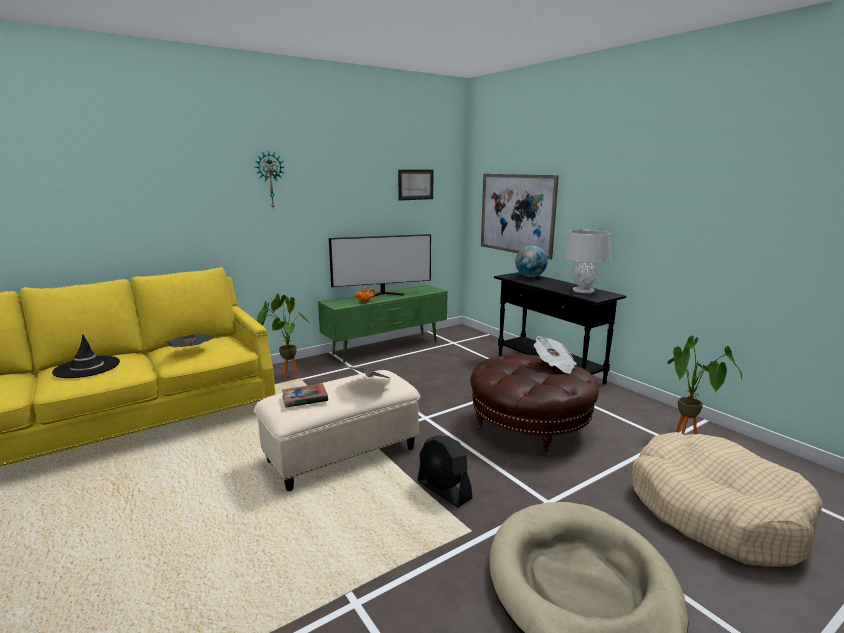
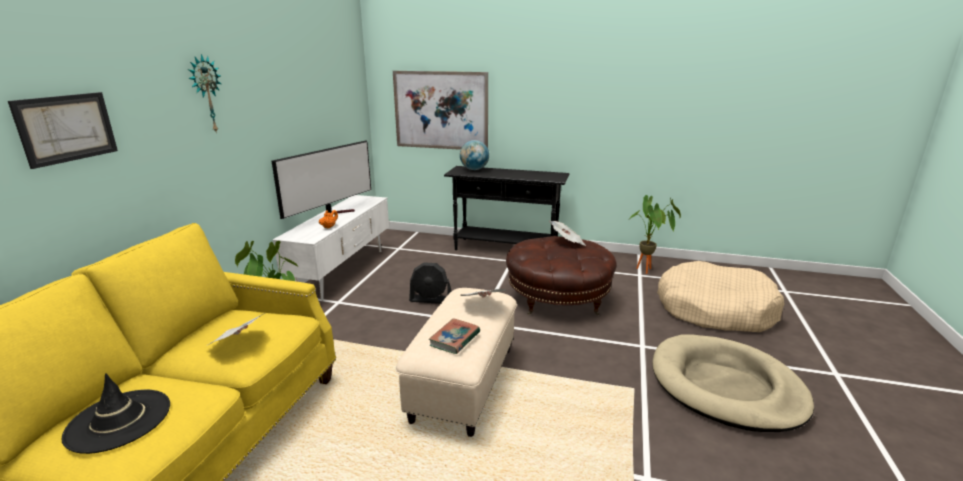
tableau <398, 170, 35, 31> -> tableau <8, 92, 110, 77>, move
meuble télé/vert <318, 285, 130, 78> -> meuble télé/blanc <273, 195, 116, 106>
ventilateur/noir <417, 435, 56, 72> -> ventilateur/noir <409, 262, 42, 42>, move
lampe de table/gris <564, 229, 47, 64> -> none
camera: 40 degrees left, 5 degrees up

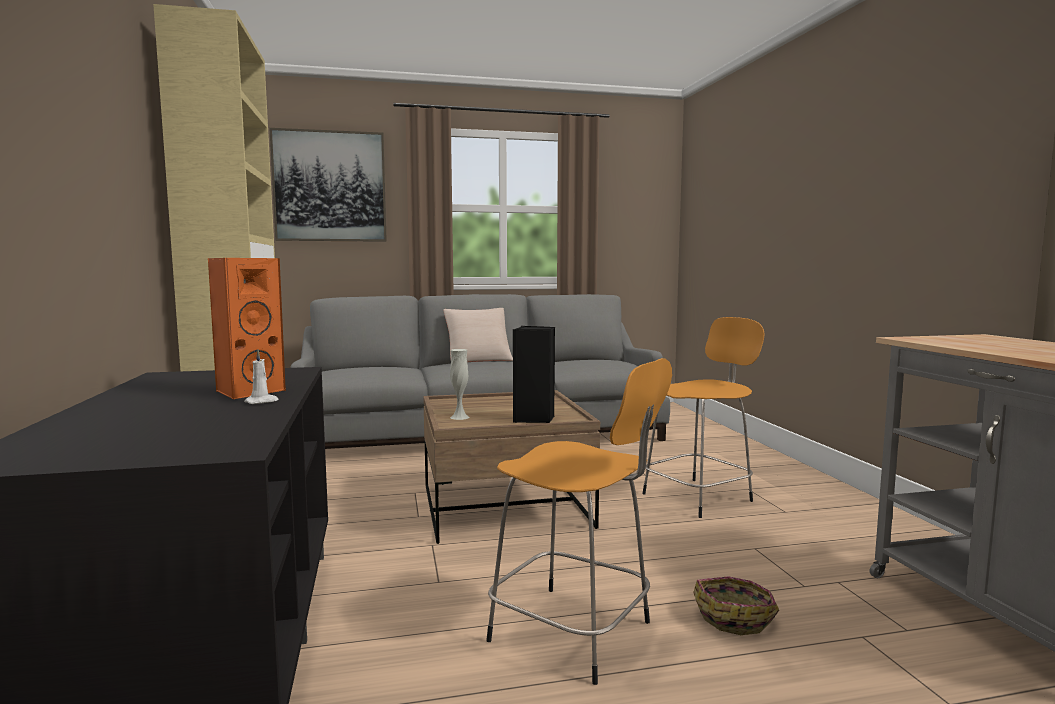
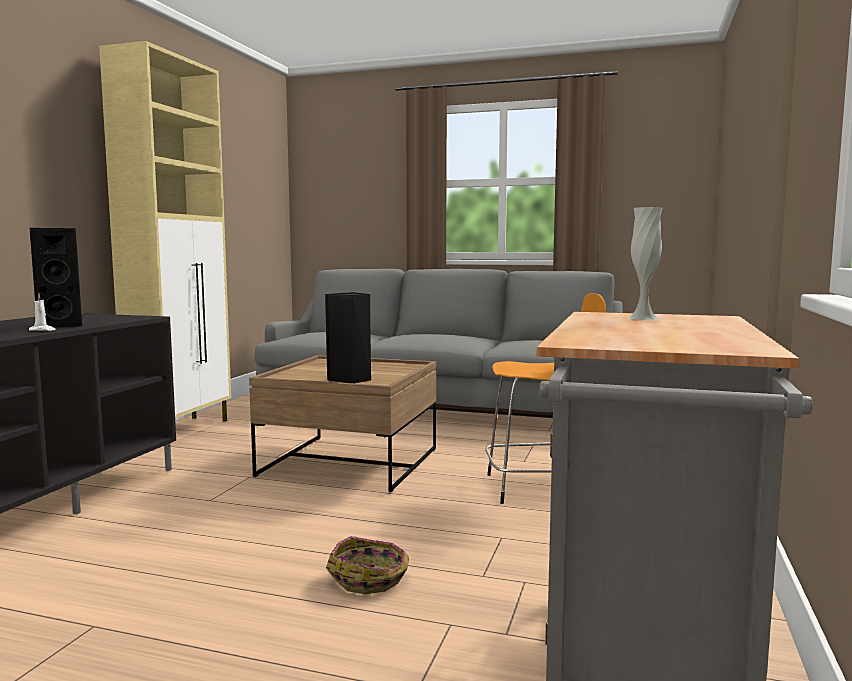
enceinte/orange <208, 258, 78, 142> -> enceinte/noir <30, 228, 52, 99>
vase/blanc <450, 349, 20, 71> -> vase/blanc <628, 207, 34, 113>, move
tableau <269, 128, 118, 114> -> none
coussin/beige <443, 308, 70, 54> -> none
tabouret/orange <486, 358, 186, 327> -> none
camera: 30 degrees right, 0 degrees up

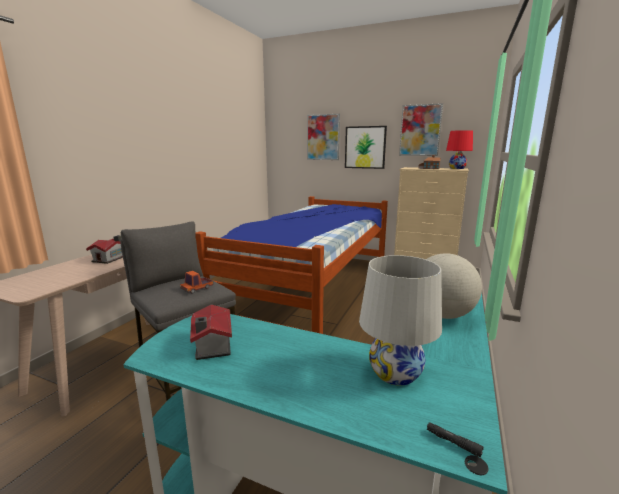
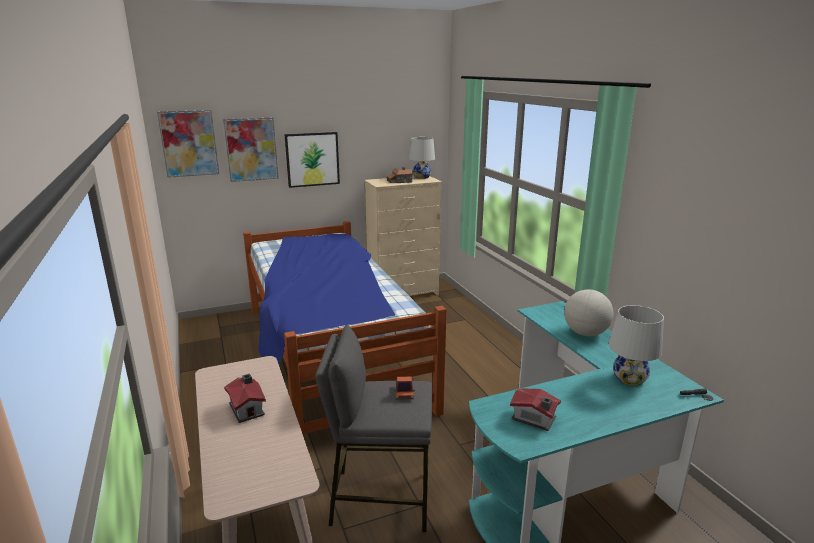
tableau <399, 103, 44, 53> -> tableau <157, 110, 62, 68>, move
lampe de table/rouge <446, 130, 27, 39> -> lampe de table/blanc <409, 137, 26, 42>
camera: 45 degrees left, 5 degrees up

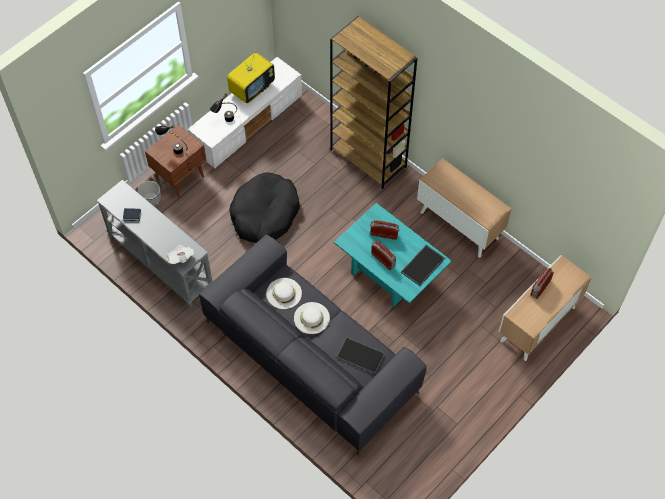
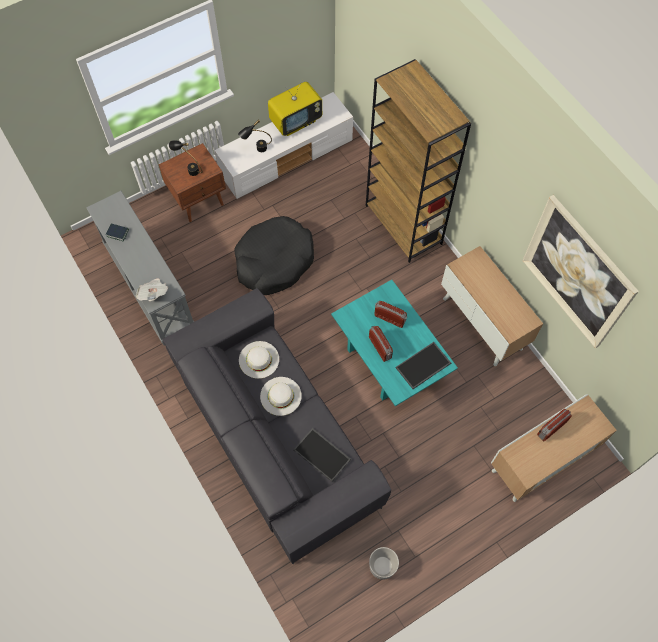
cache-pot <138, 181, 23, 26> -> cache-pot <369, 547, 30, 33>, move
none -> tableau <522, 195, 117, 153>
camera: 15 degrees right, 5 degrees up

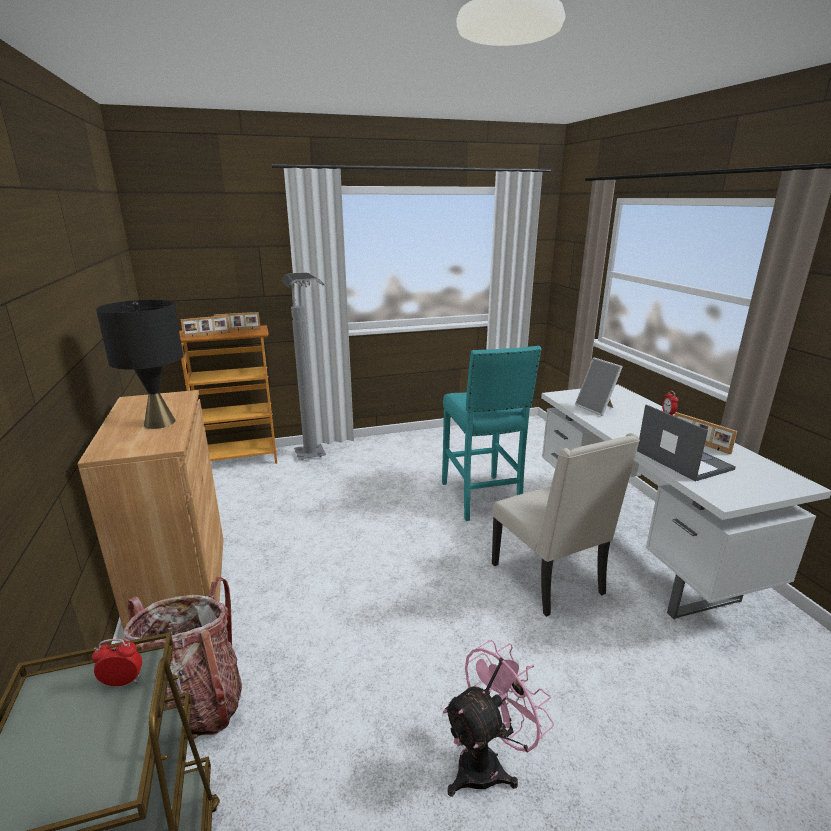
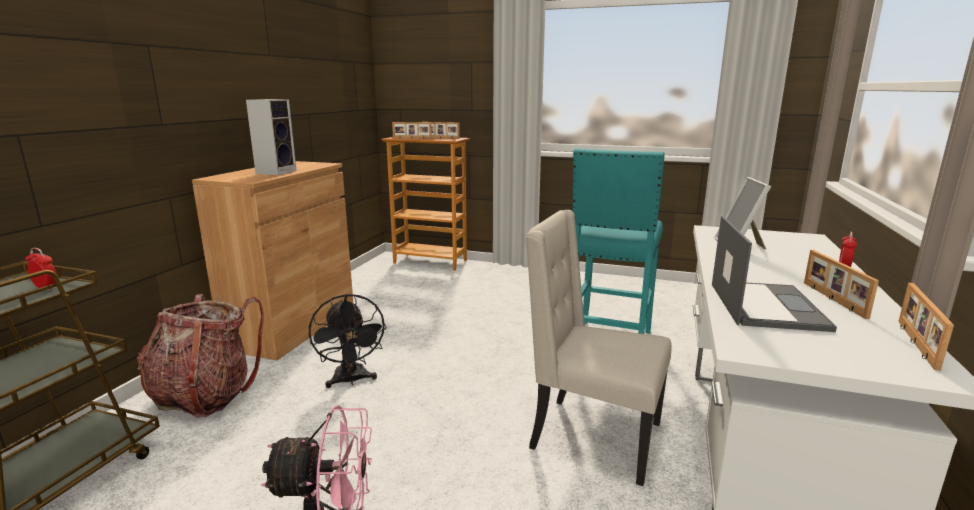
lampe de table/noir <96, 300, 87, 129> -> enceinte <246, 99, 51, 76>
none -> ventilateur/noir <309, 294, 78, 94>
chaise/beige <492, 433, 148, 184> -> chaise/beige <526, 210, 146, 276>, 105 degrees clockwise
none -> cadre photo <898, 283, 56, 88>
lampadaire/gris <282, 273, 44, 187> -> none
camera: 35 degrees right, 5 degrees down

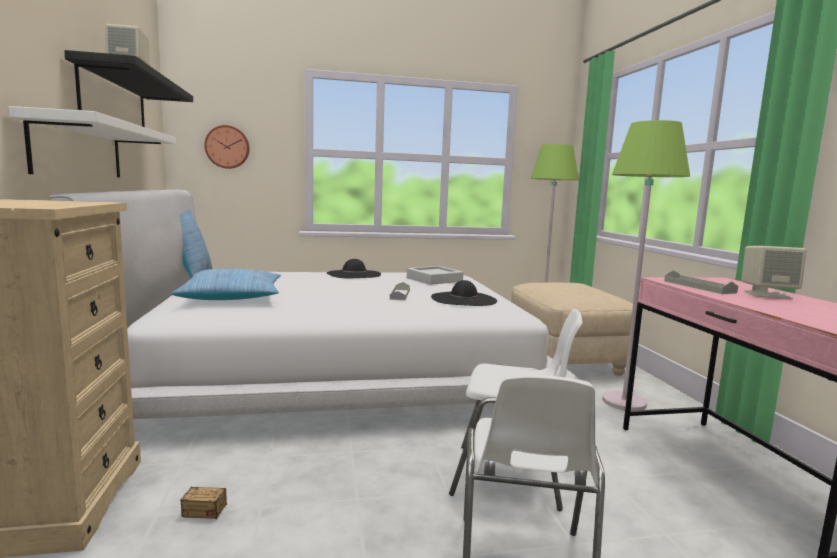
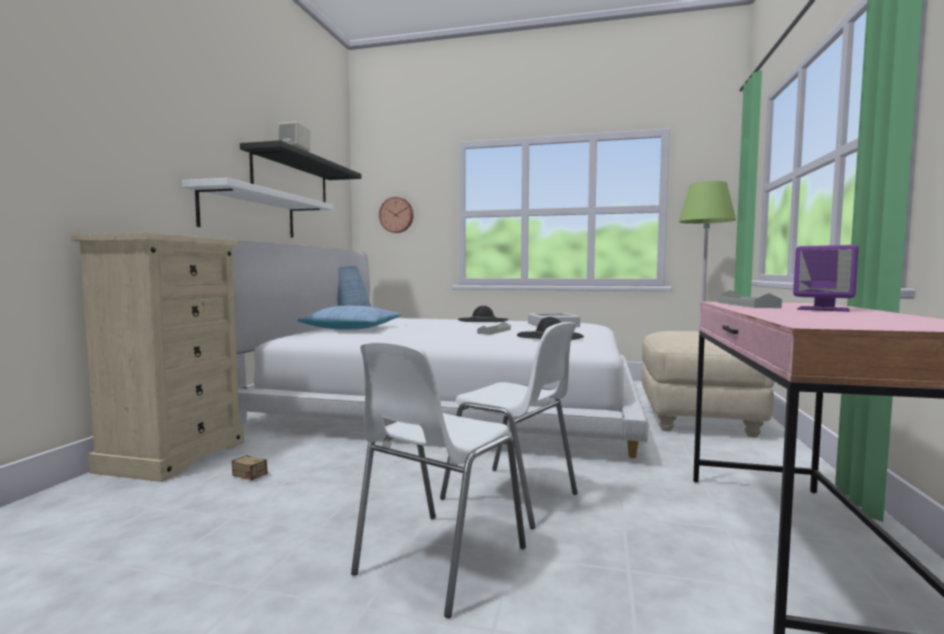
enceinte/beige <741, 246, 65, 53> -> enceinte/violet <793, 245, 66, 67>
lampadaire/vert <602, 120, 88, 291> -> none
camera: 25 degrees right, 5 degrees down

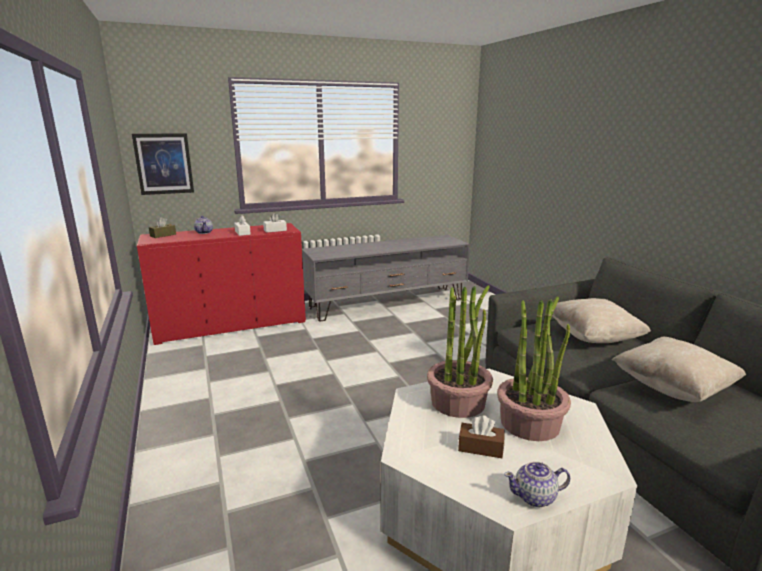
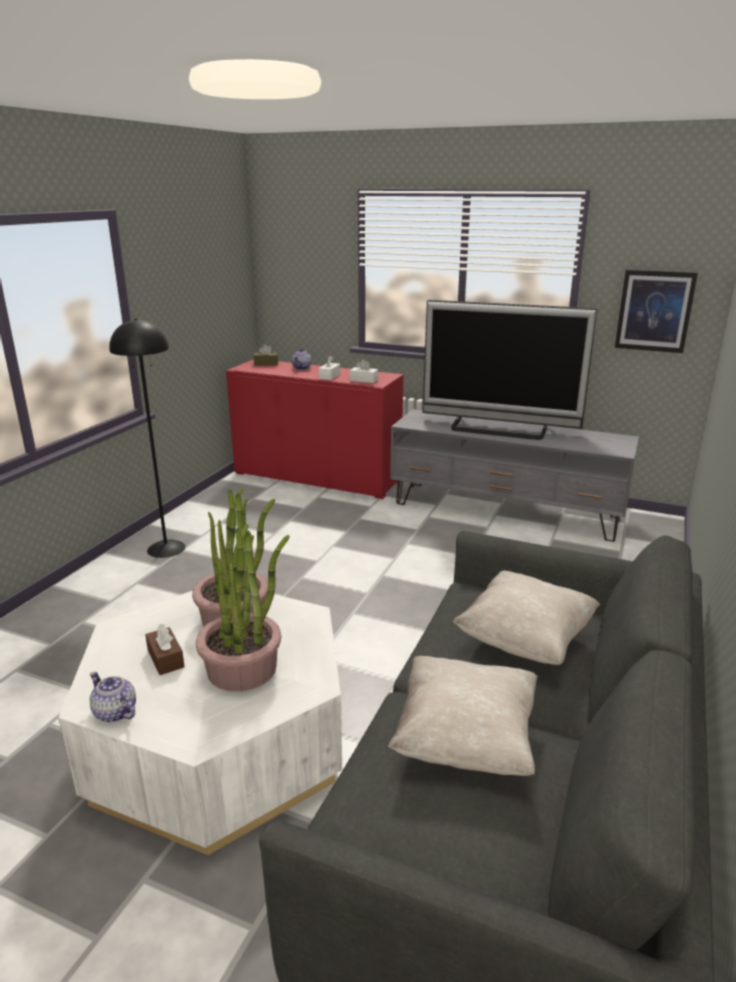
none -> lampadaire/noir <109, 318, 76, 240>
none -> téléviseur <422, 300, 175, 140>
tableau <132, 133, 62, 62> -> tableau <615, 270, 83, 83>, move
camera: 45 degrees right, 5 degrees up

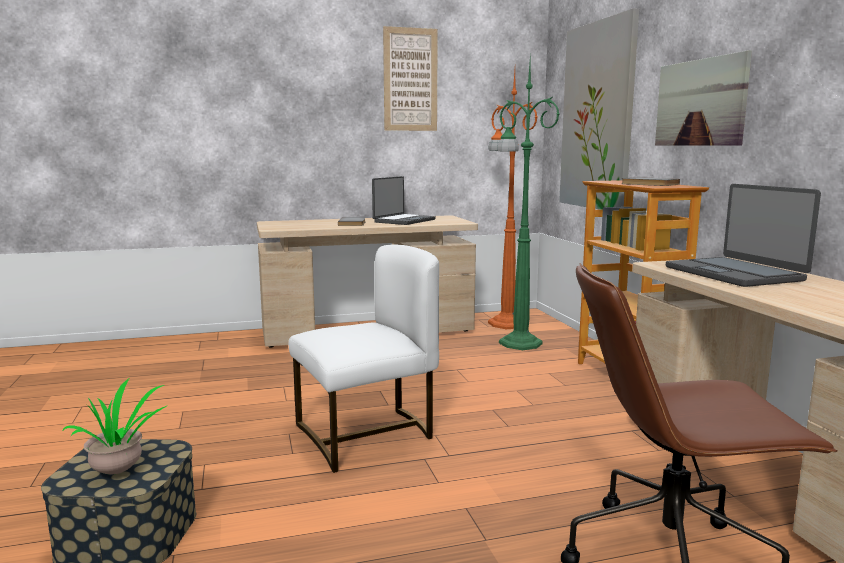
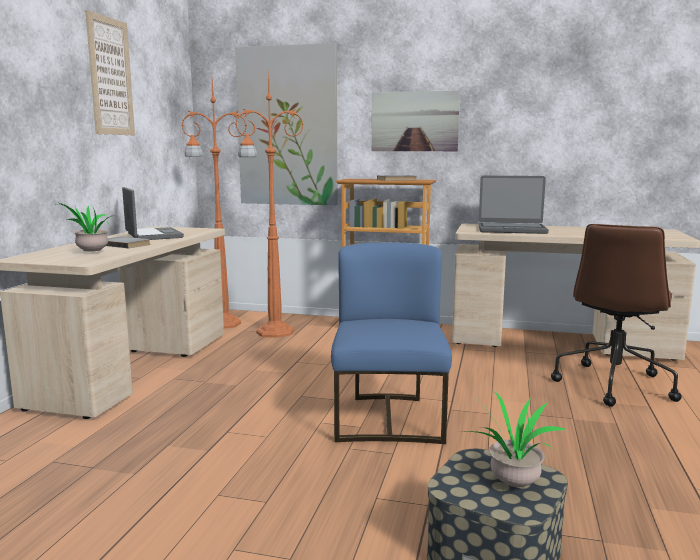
none -> plante en pot <55, 203, 56, 48>
lampadaire/vert <497, 62, 63, 288> -> lampadaire/orange <235, 70, 69, 268>
chaise/blanc <289, 244, 150, 229> -> chaise/bleu <331, 243, 121, 201>
camera: 60 degrees left, 0 degrees up

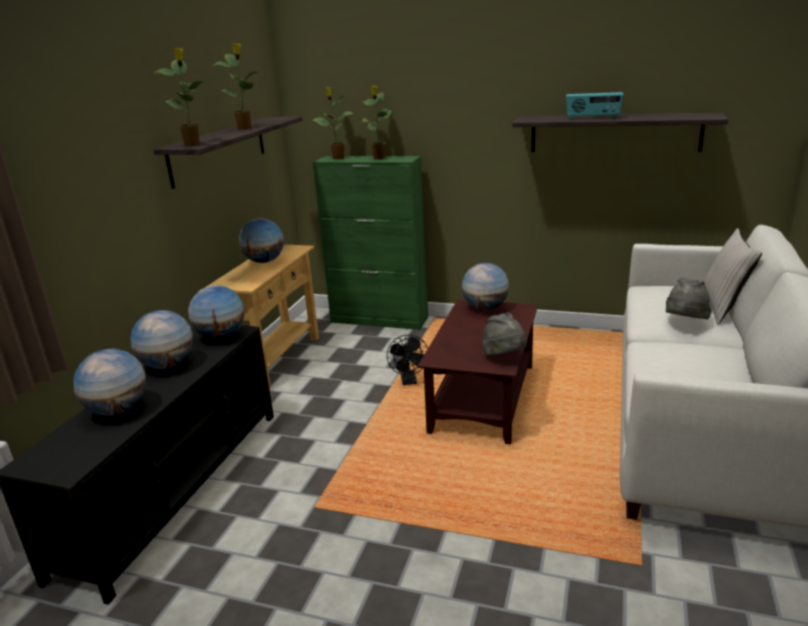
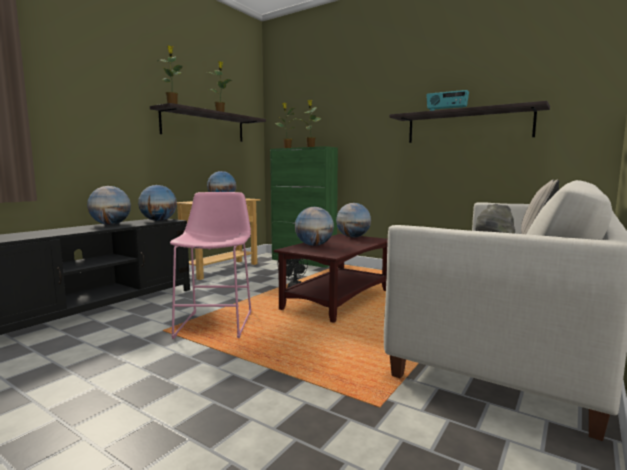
none -> tabouret/rose <170, 192, 81, 147>
globe <73, 349, 73, 67> -> globe <295, 207, 39, 39>, move
chapeau/gris <483, 312, 44, 44> -> none
camera: 15 degrees right, 15 degrees down

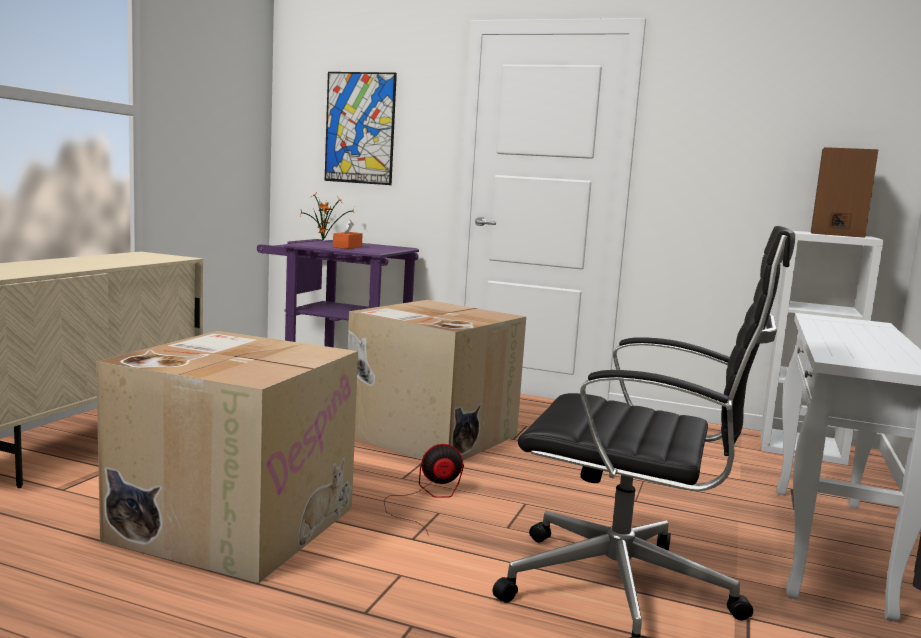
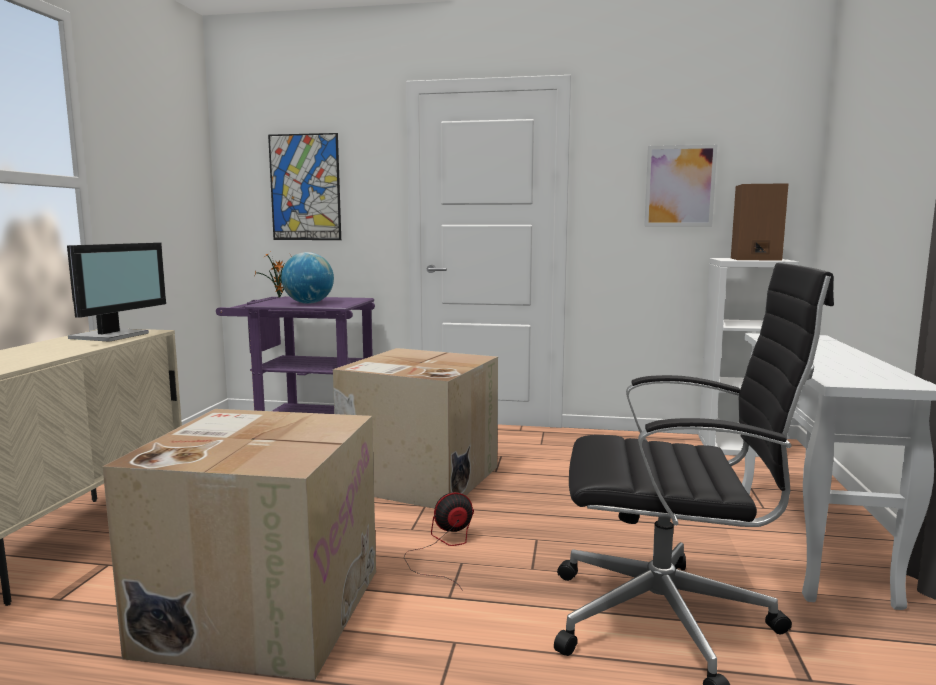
none -> écran d'ordinateur <67, 243, 99, 99>
boîte à mouchoirs/orange <333, 220, 29, 29> -> globe <281, 252, 53, 52>
none -> tableau <644, 145, 73, 81>
camera: 10 degrees left, 0 degrees up

